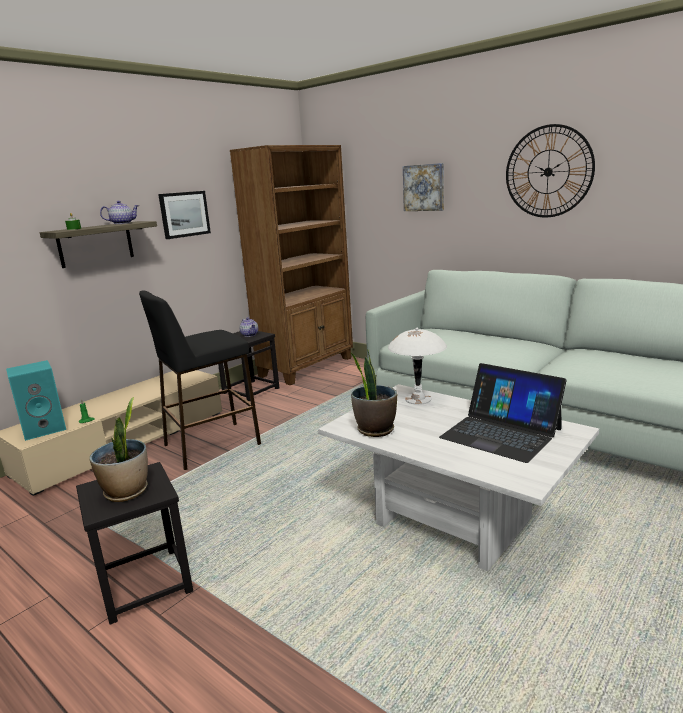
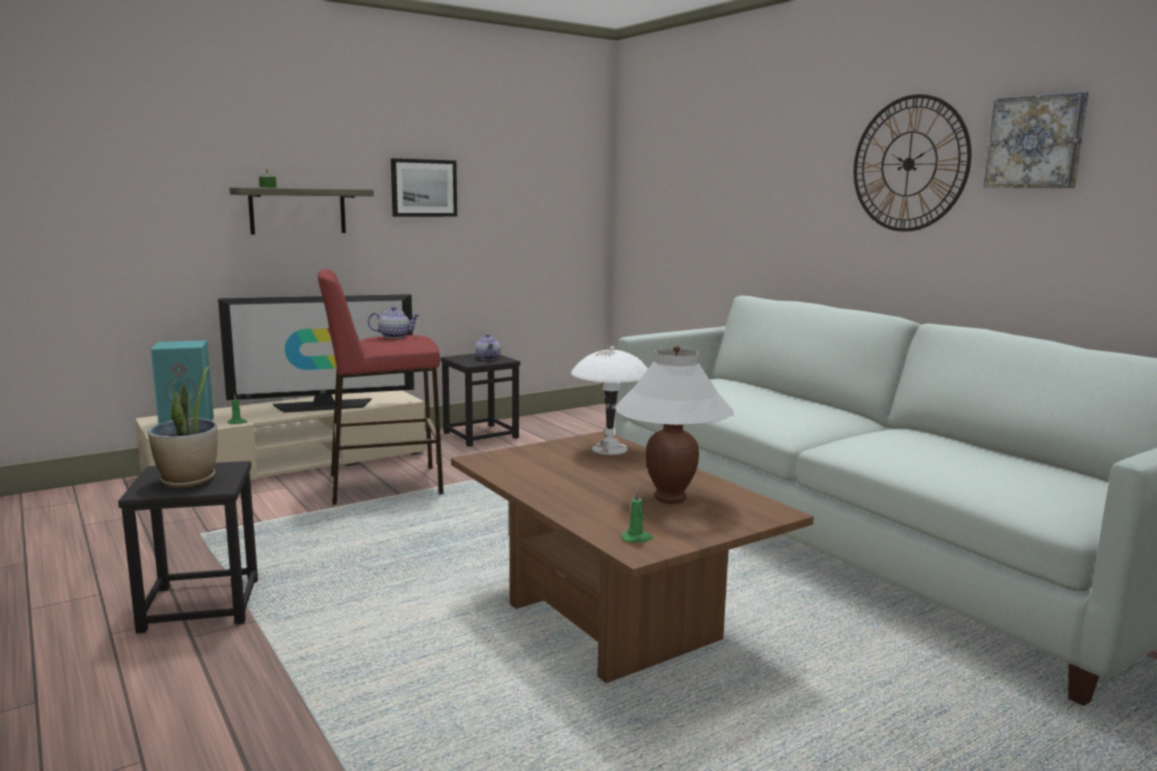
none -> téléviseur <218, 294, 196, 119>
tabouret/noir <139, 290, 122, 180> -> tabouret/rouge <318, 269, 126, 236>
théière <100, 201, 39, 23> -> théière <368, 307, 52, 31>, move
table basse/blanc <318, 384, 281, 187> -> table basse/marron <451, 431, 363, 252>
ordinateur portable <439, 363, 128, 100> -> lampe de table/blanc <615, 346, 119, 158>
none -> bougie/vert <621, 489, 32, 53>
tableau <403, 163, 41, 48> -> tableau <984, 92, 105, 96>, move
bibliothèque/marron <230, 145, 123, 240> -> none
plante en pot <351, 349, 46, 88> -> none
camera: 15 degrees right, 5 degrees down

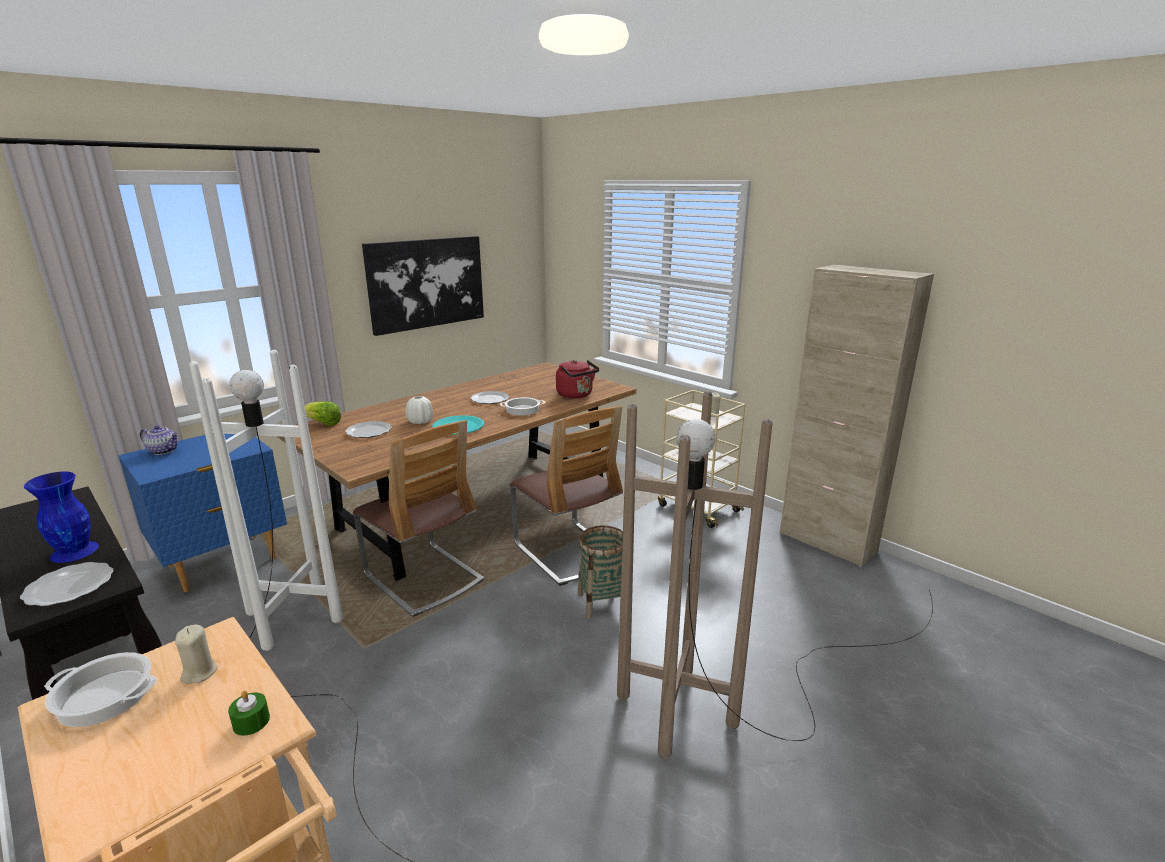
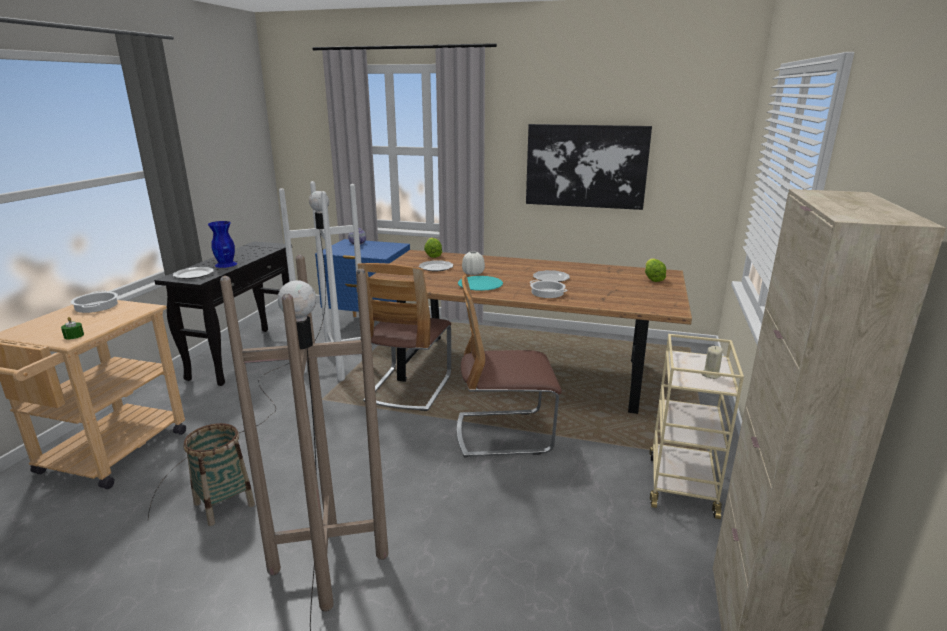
panier <577, 525, 46, 94> -> panier <183, 423, 72, 103>, move
chaise <510, 406, 113, 180> -> chaise <457, 274, 105, 184>, 60 degrees clockwise
none -> laitue <645, 258, 21, 24>
bougie/beige <175, 625, 43, 59> -> none
bouilloire/rouge <556, 360, 43, 38> -> none
camera: 60 degrees right, 0 degrees up

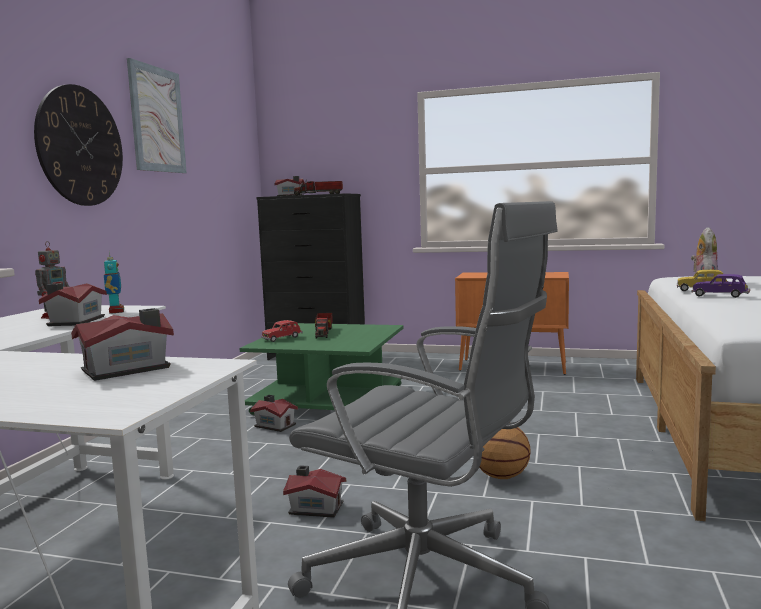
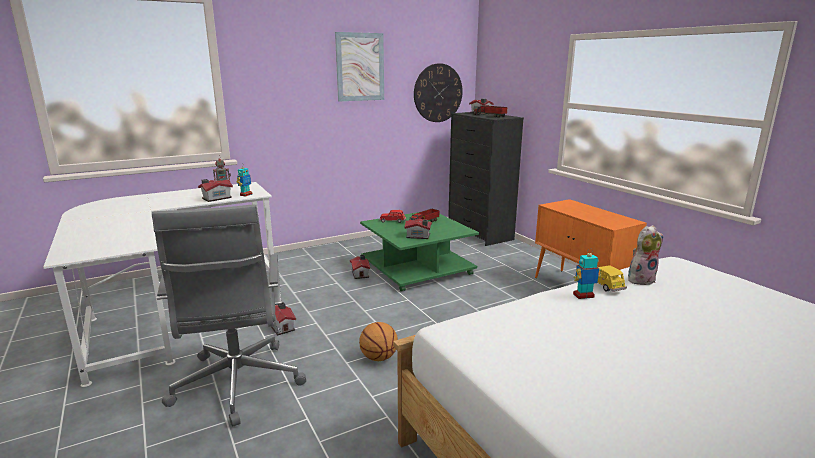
maison miniature <71, 308, 103, 73> -> maison miniature <404, 218, 28, 21>, move
horloge murale <34, 84, 89, 122> -> horloge murale <414, 63, 49, 59>, move
petite voiture/violet <692, 274, 58, 24> -> robot jouet <573, 248, 28, 51>
camera: 45 degrees right, 10 degrees up

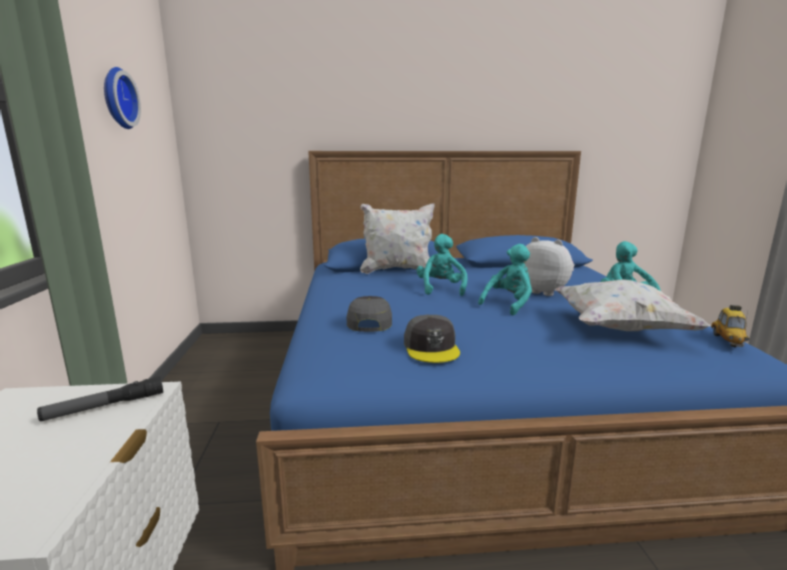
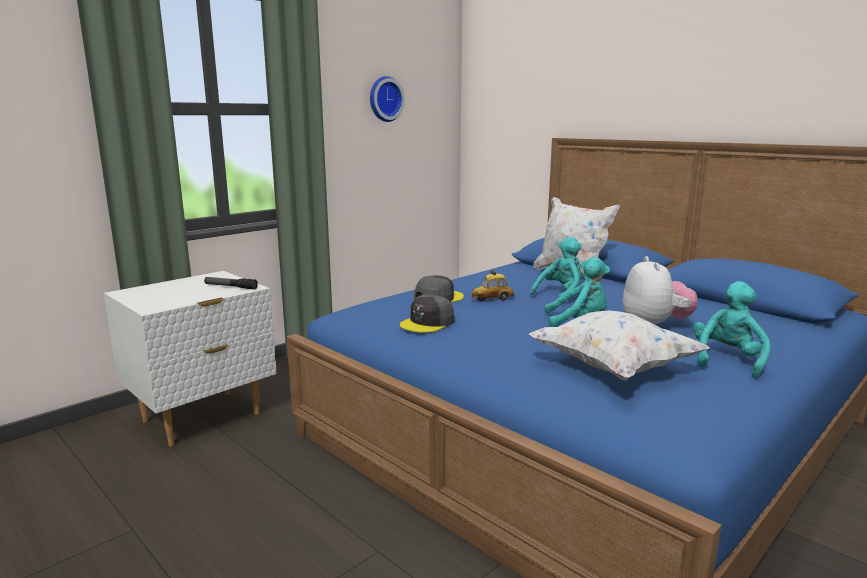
petite voiture <711, 305, 38, 42> -> petite voiture <471, 270, 44, 31>, move
camera: 50 degrees right, 0 degrees up

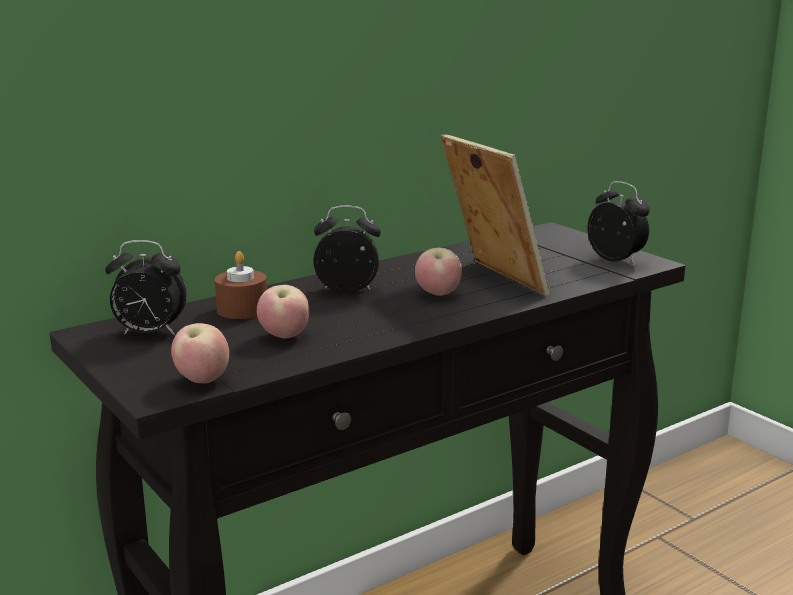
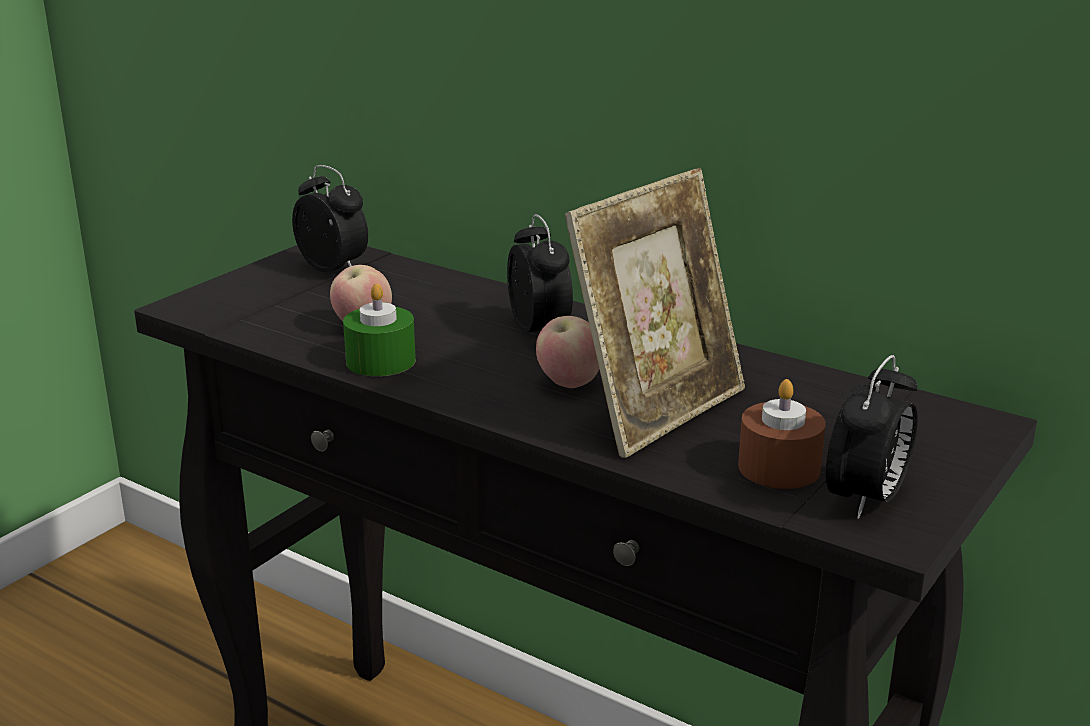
réveil <105, 240, 82, 95> -> réveil <292, 165, 76, 107>, 150 degrees clockwise
none -> bougie/vert <343, 283, 73, 93>
bougie/marron <215, 251, 52, 68> -> bougie/marron <738, 379, 88, 110>, move
pomme <171, 323, 58, 60> -> none
camera: 70 degrees right, 5 degrees up

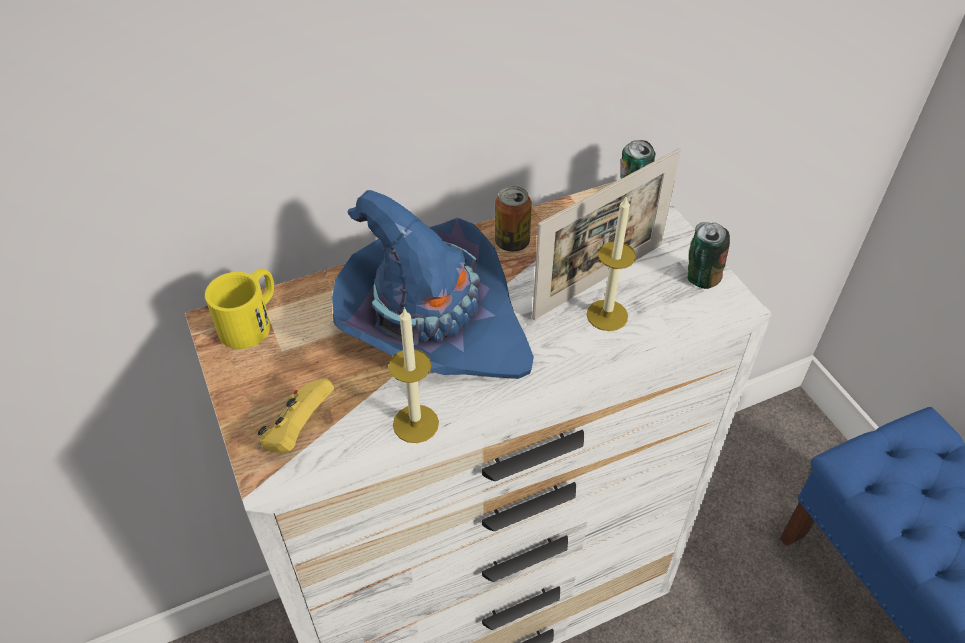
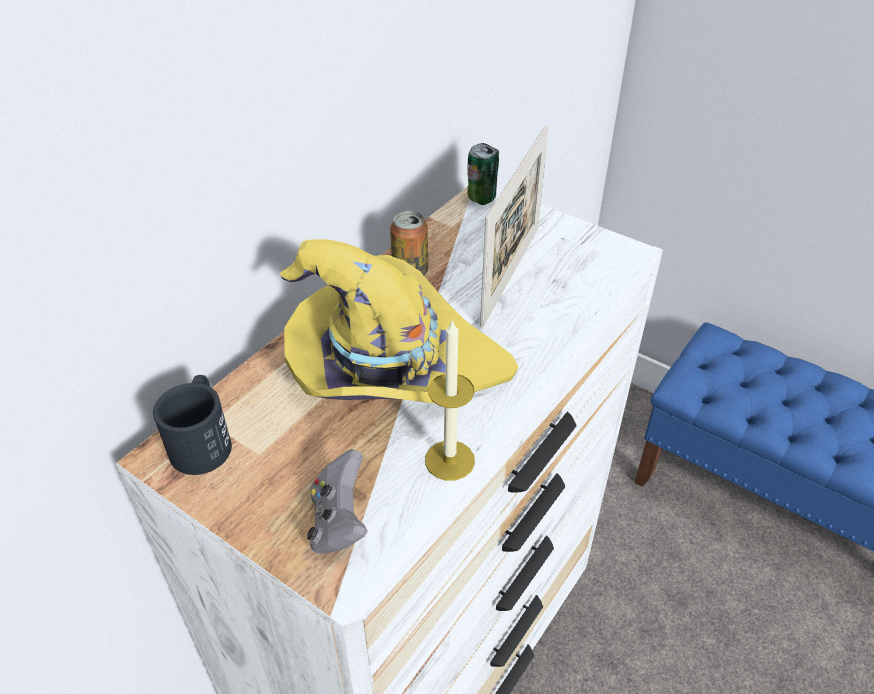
mug/jaune <205, 268, 69, 81> -> mug/noir <153, 375, 79, 100>
chapeau/bleu <332, 190, 202, 189> -> chapeau/jaune <280, 239, 238, 164>
manette/jaune <258, 378, 76, 76> -> manette/gris <308, 449, 59, 105>
bougie <587, 195, 49, 136> -> none
boîte métallique <688, 222, 42, 67> -> none
camera: 30 degrees left, 5 degrees down

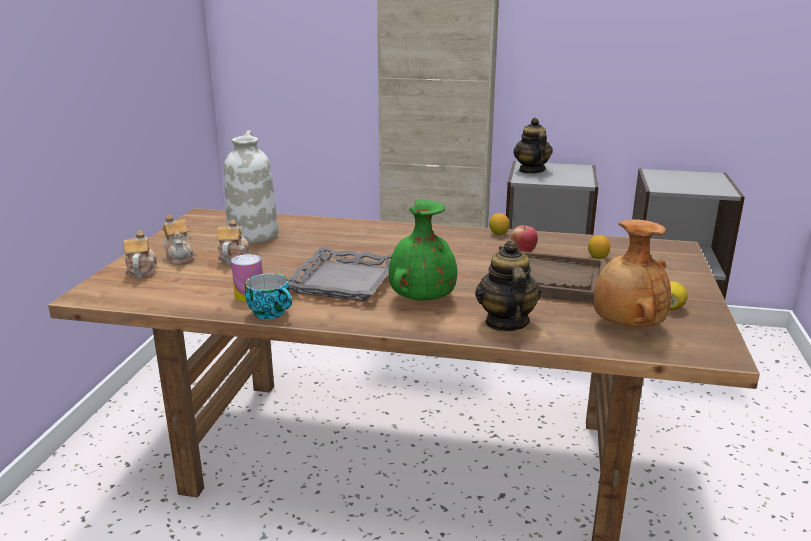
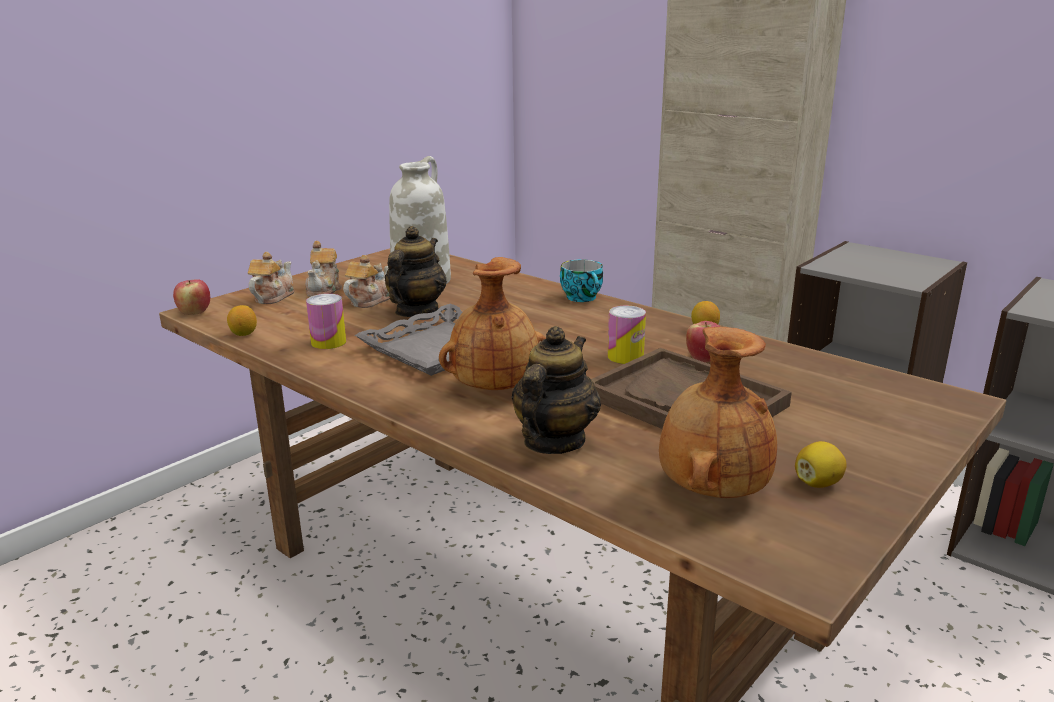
none -> pomme <173, 279, 37, 36>
citron <588, 235, 22, 24> -> citron <227, 305, 30, 31>, move
théière <513, 118, 40, 56> -> théière <385, 226, 62, 91>, move
vase/vert <389, 200, 68, 101> -> vase/marron <439, 257, 107, 133>
tasse <245, 273, 47, 46> -> tasse <560, 259, 43, 43>, move
none -> boîte métallique <608, 306, 38, 58>
camera: 30 degrees right, 0 degrees up

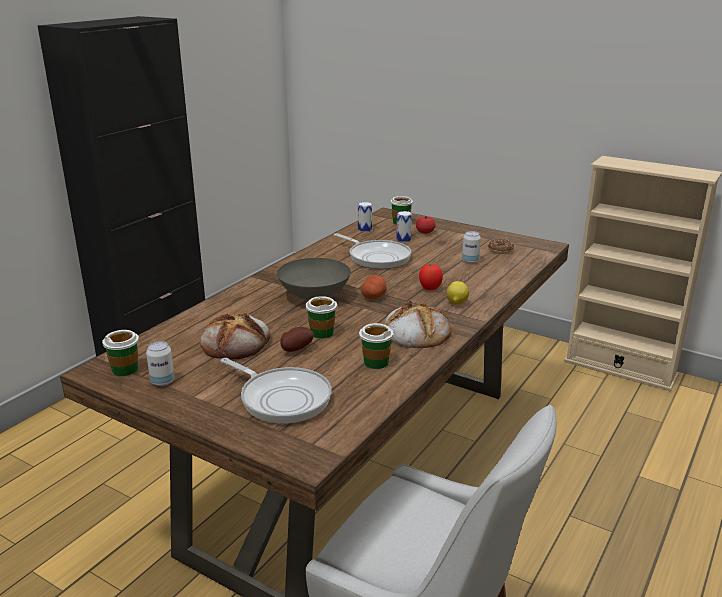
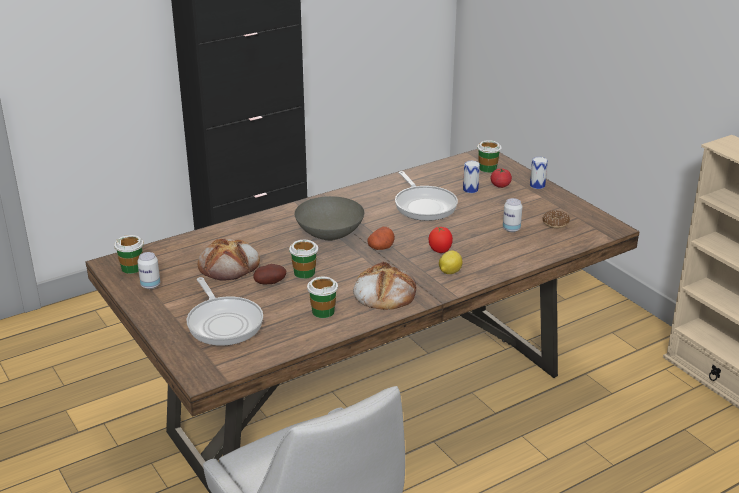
boîte métallique <358, 202, 14, 30> -> boîte métallique <530, 157, 18, 32>, move
camera: 25 degrees right, 5 degrees up

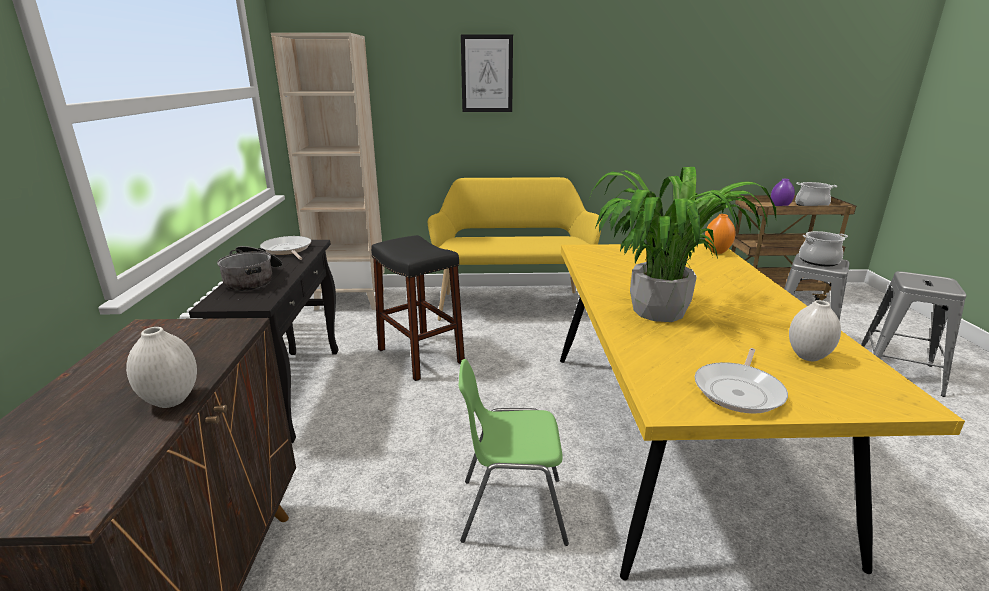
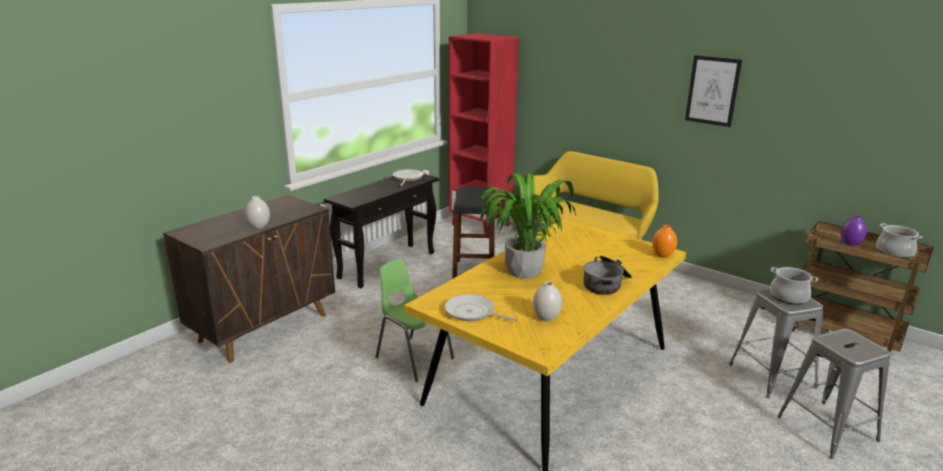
poêle <695, 348, 93, 66> -> poêle <445, 294, 73, 27>, 45 degrees clockwise
bibliothèque/beige <271, 33, 114, 277> -> bibliothèque/rouge <449, 33, 70, 201>
marmite <217, 246, 66, 45> -> marmite <583, 256, 49, 39>, move
tableau <461, 34, 52, 78> -> tableau <685, 55, 57, 72>, move
camera: 40 degrees right, 0 degrees up

